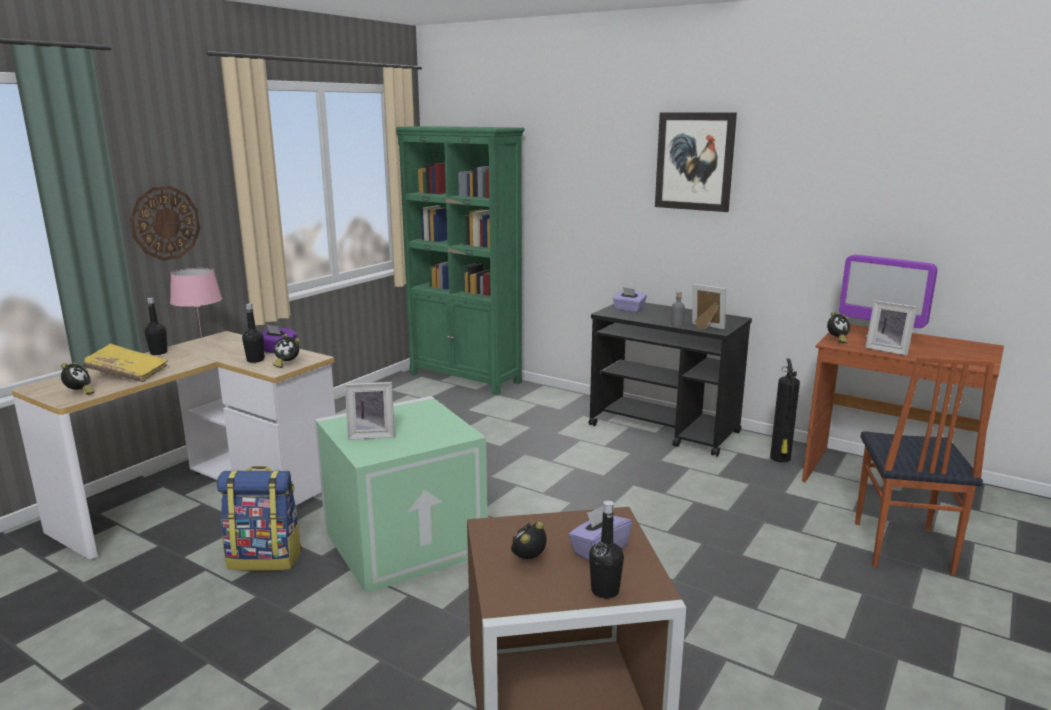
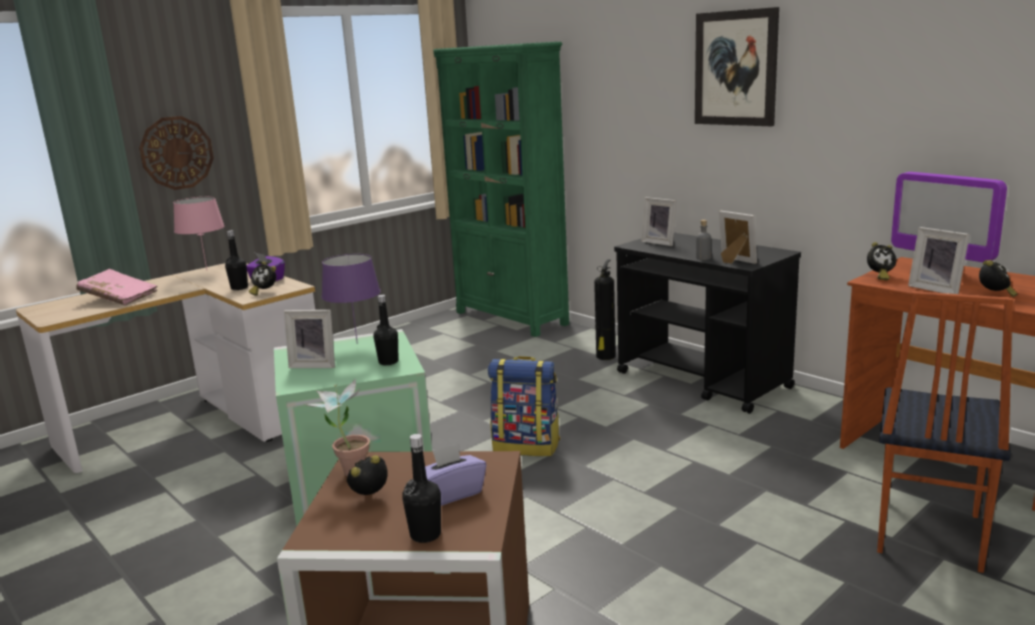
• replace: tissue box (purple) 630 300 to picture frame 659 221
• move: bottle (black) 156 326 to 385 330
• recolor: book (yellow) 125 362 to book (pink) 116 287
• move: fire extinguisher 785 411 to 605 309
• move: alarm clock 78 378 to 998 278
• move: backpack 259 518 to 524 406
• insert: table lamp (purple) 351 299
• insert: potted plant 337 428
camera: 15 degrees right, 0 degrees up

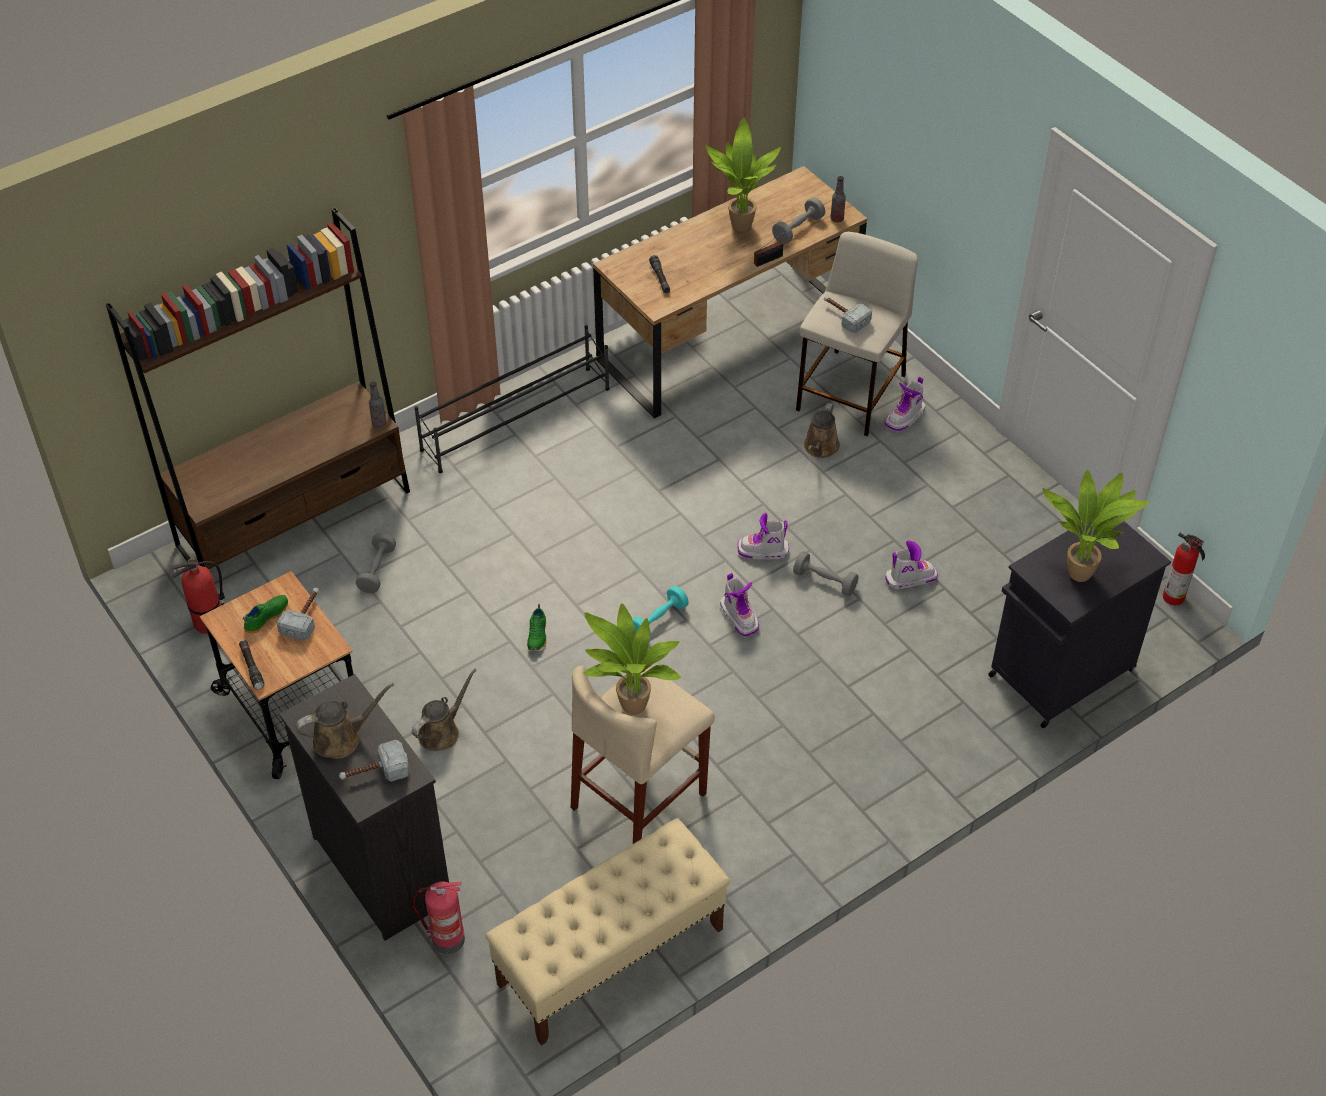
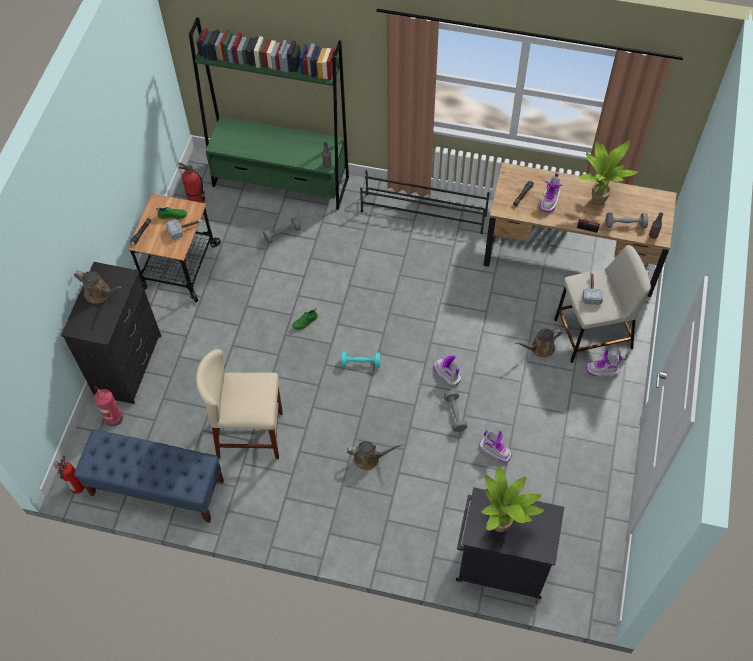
• recolor: bookcase (brown) 258 388 to bookcase (green) 269 113
• move: fire extinguisher 1184 569 to 69 474
• move: boot 739 604 to 551 193
• delete: potted plant 632 659
• move: watering can (brown) 444 709 to 375 455
• delete: hammer 374 760
• recolor: bench (beige) 607 932 to bench (blue) 149 476
camera: 50 degrees right, 10 degrees up

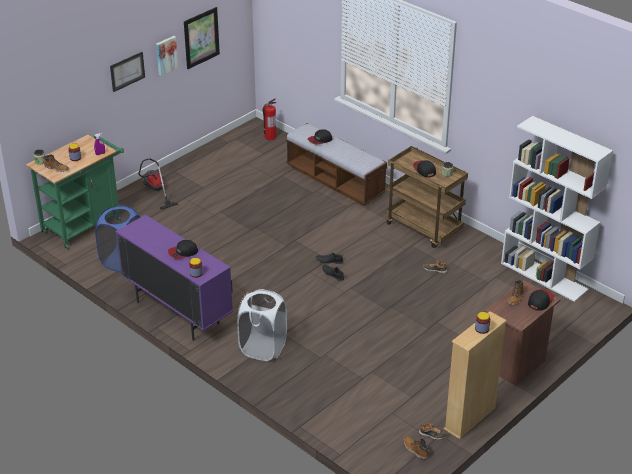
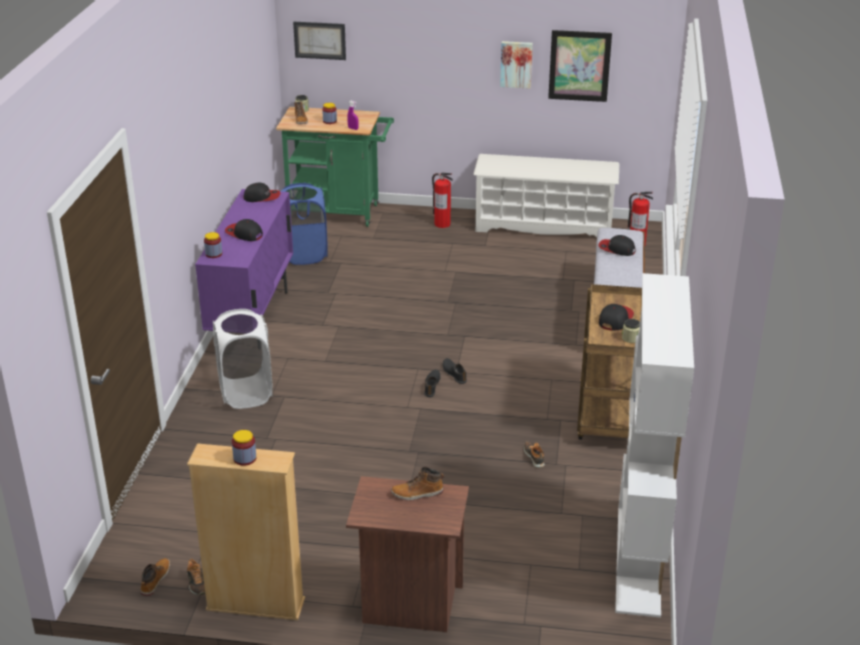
• move: picture 127 72 to 319 41
• replace: vacuum cleaner 158 184 to fire extinguisher 442 200
• move: cap 541 300 to 261 192
• insert: shoe rack (white) 546 195
camera: 55 degrees right, 5 degrees down

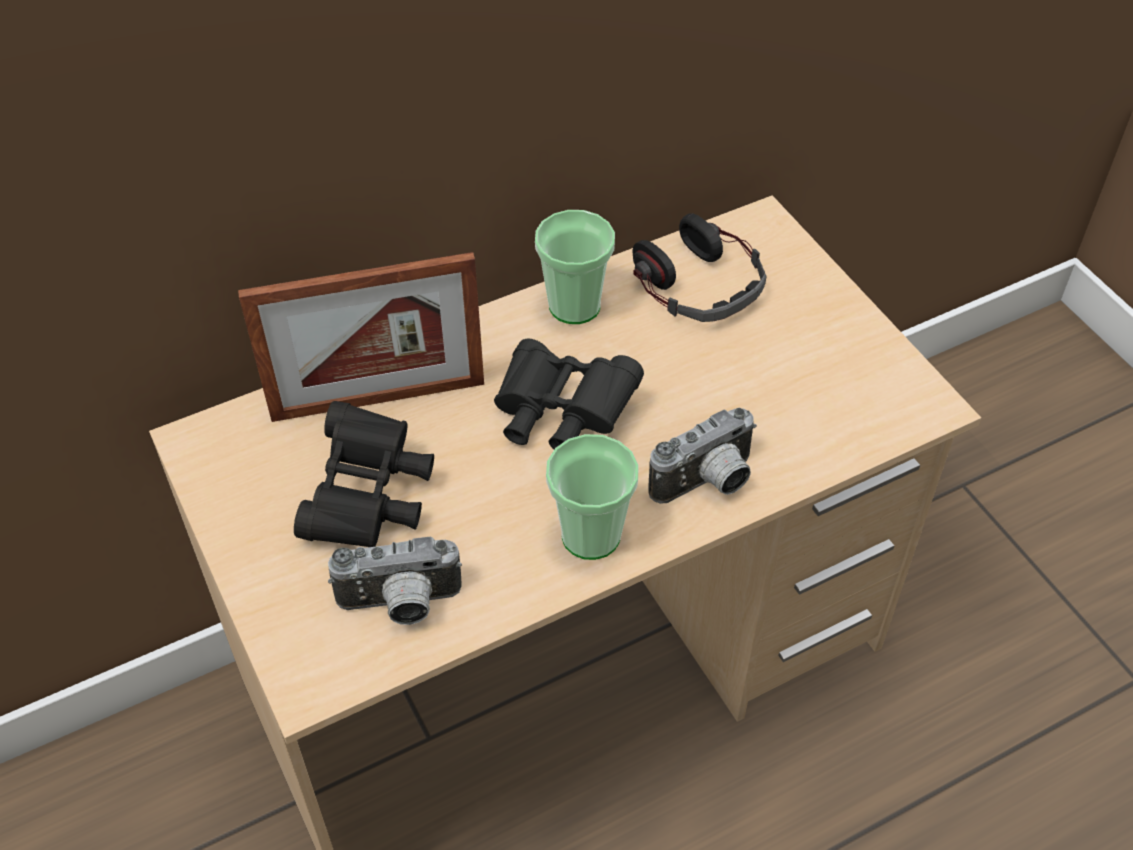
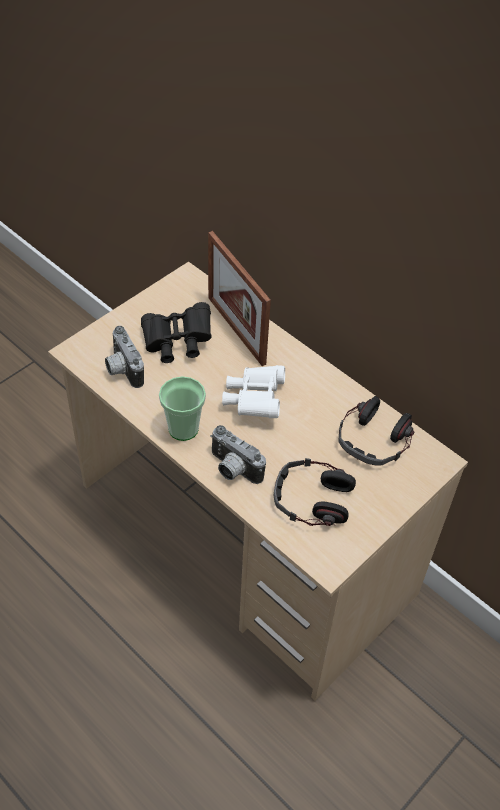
• delete: cup 575 267
• recolor: binoculars (black) 569 394 to binoculars (white) 253 391
• insert: headphones 315 492
camera: 70 degrees right, 0 degrees up

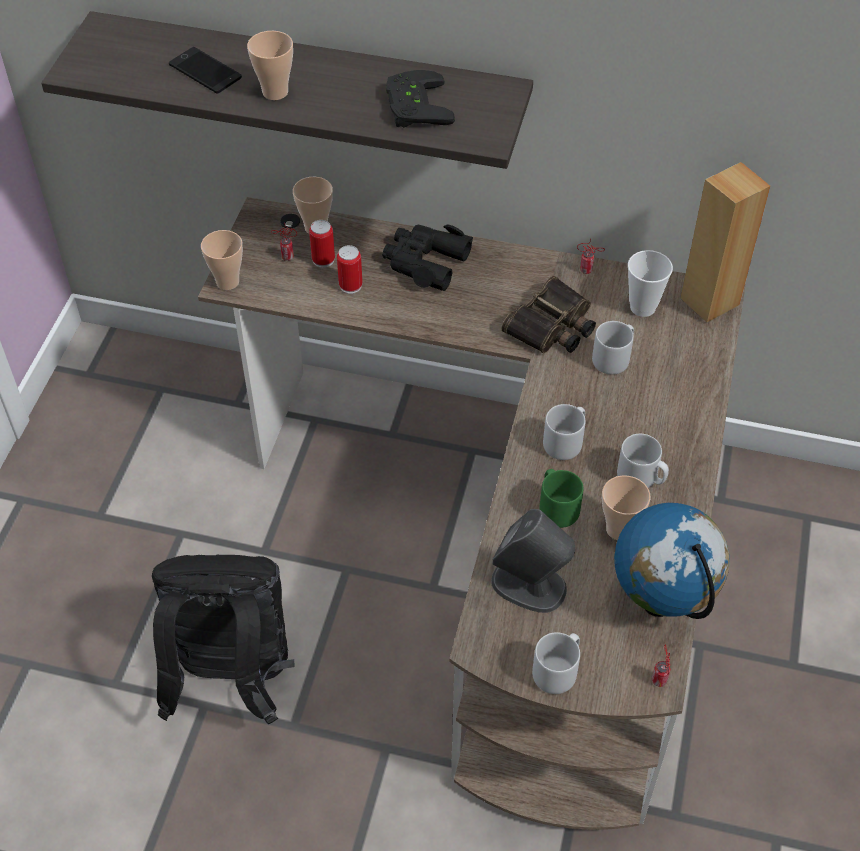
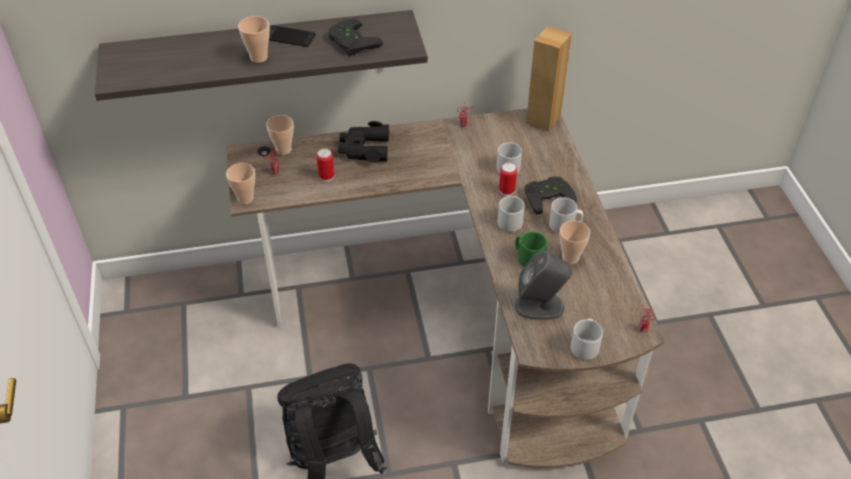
• move: phone 205 70 to 292 36
• move: can 322 244 to 508 179
• delete: cup 650 283
• delete: binoculars 548 314
• delete: globe 672 561
• insert: game controller (black) 551 196
camera: 25 degrees left, 5 degrees down

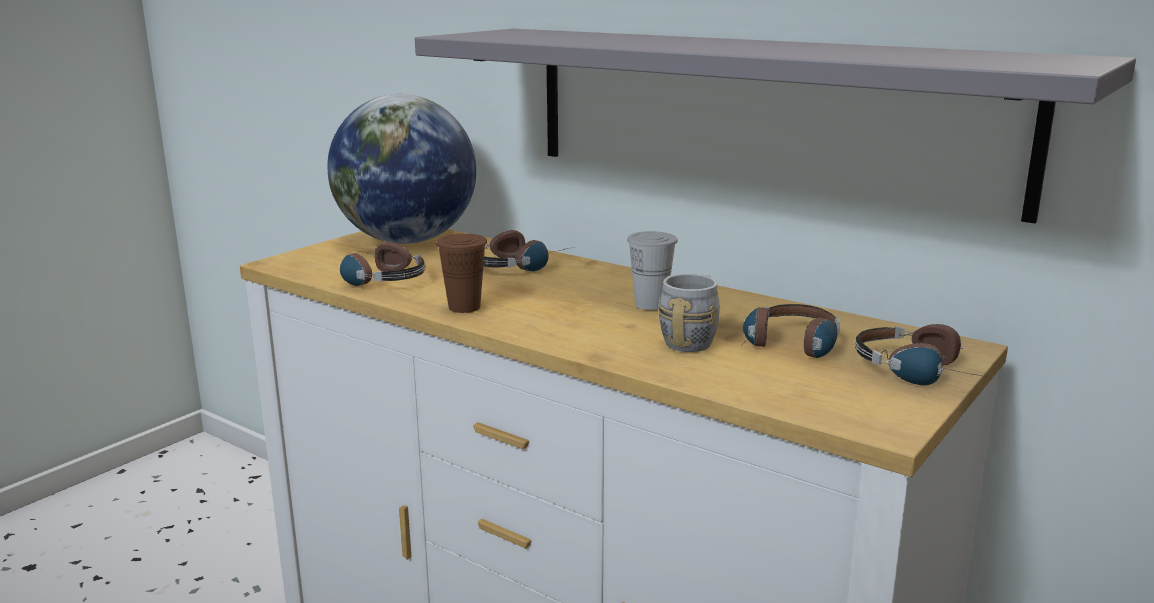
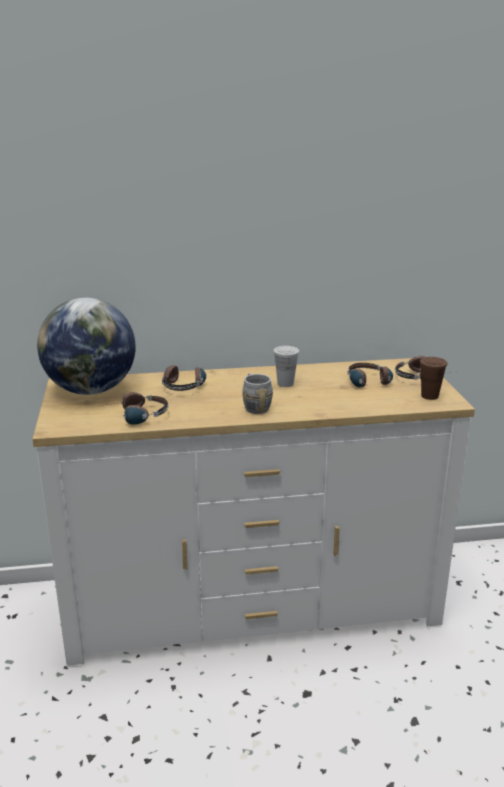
• delete: shelf (grey) 775 126
• move: cup (brown) 461 273 to 434 378
• move: mug (grey) 689 312 to 258 393
camera: 45 degrees left, 5 degrees up

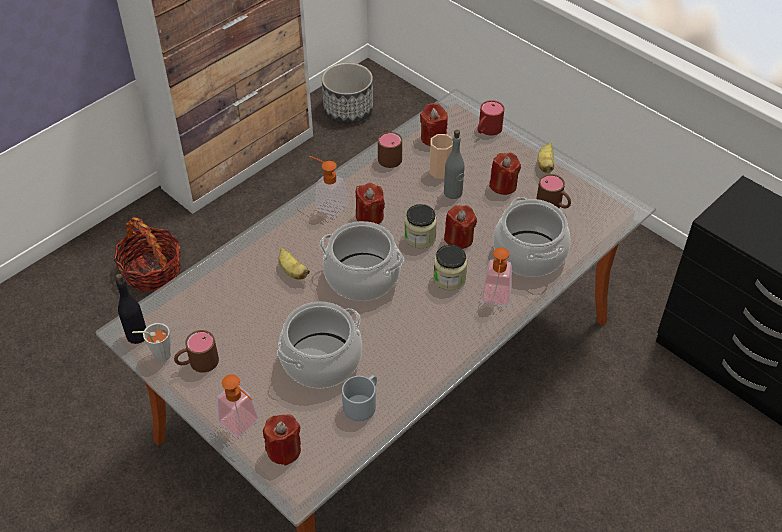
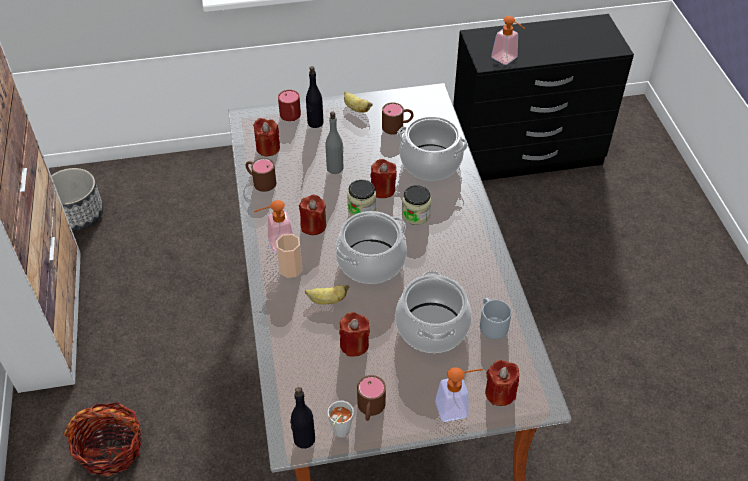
• move: cup 441 156 to 289 256
• move: candle (red) 505 174 to 354 334
• move: soap dispenser 497 276 to 508 40
• insert: bottle (black) 315 97
camera: 55 degrees left, 0 degrees up

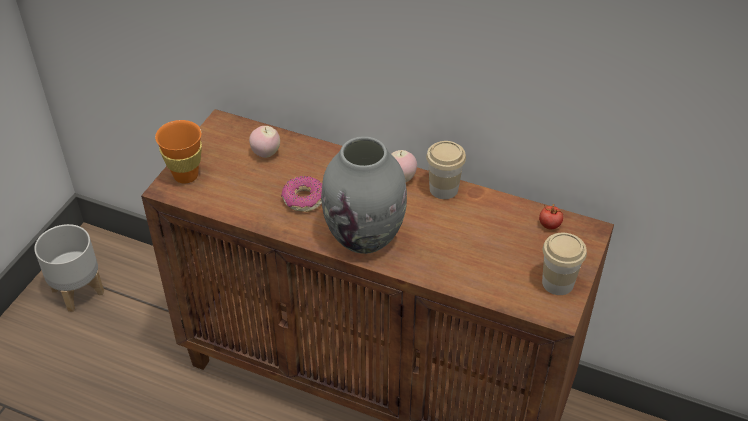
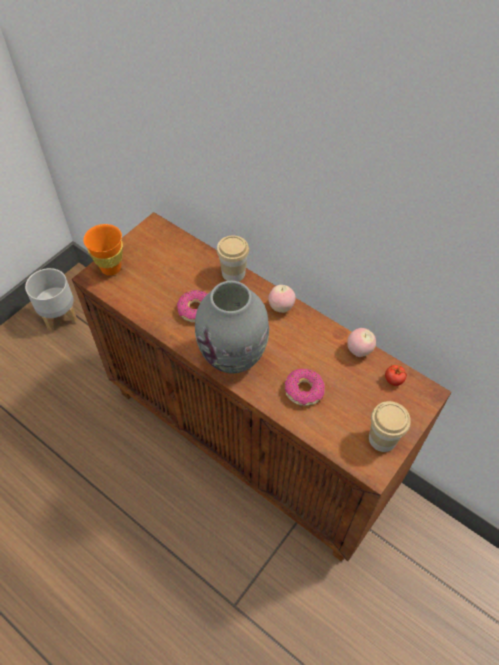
• move: apple 264 142 to 361 342
• move: cup 446 170 to 233 259
• insert: donut 305 387
camera: 15 degrees right, 10 degrees up

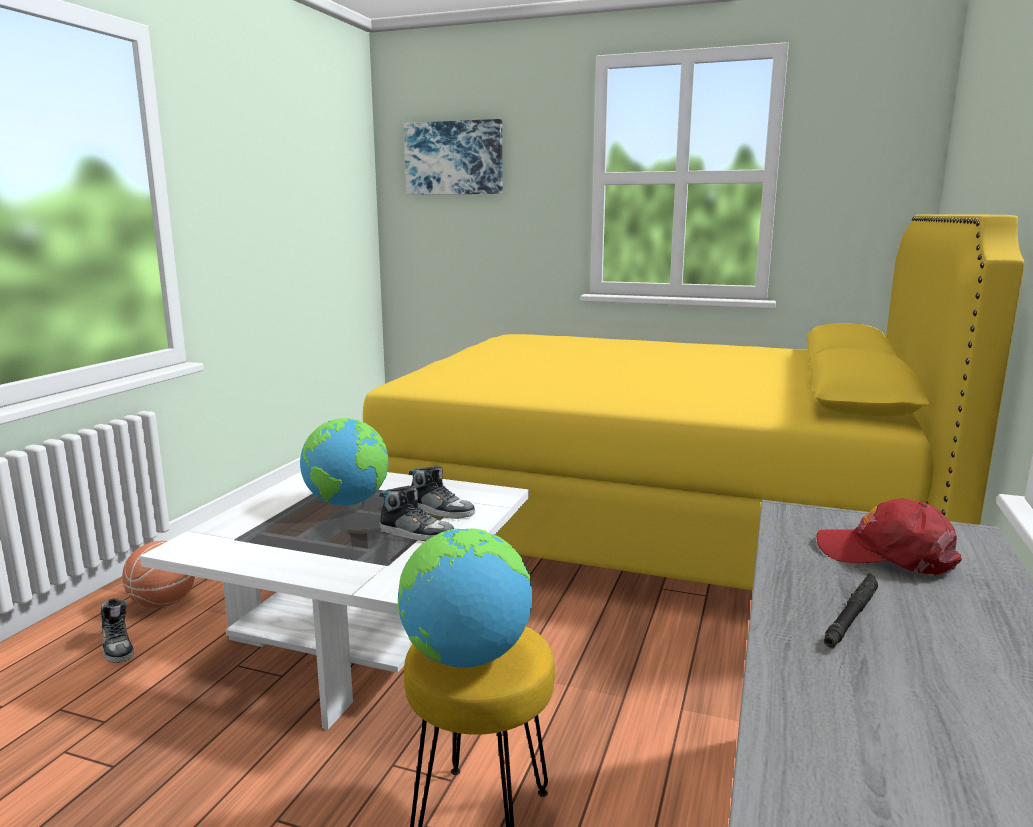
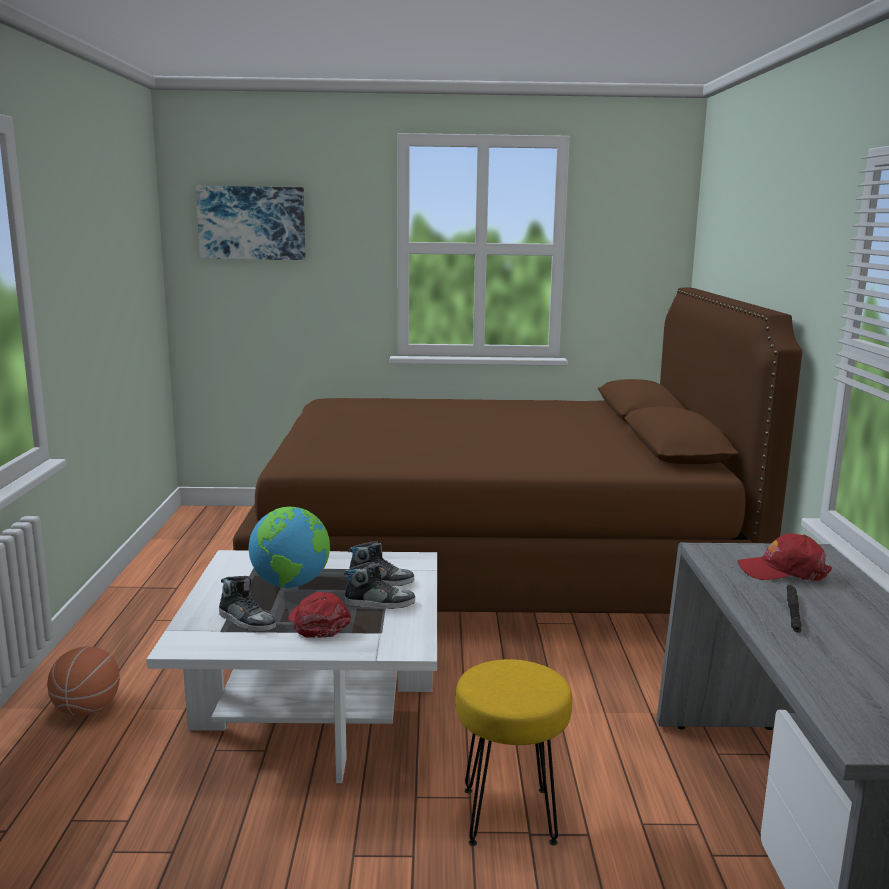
• recolor: bed (yellow) 693 402 to bed (brown) 517 451
• delete: globe 465 598
• move: shoe 117 630 to 247 604
• insert: cap (red) 320 615
camera: 20 degrees left, 0 degrees up

